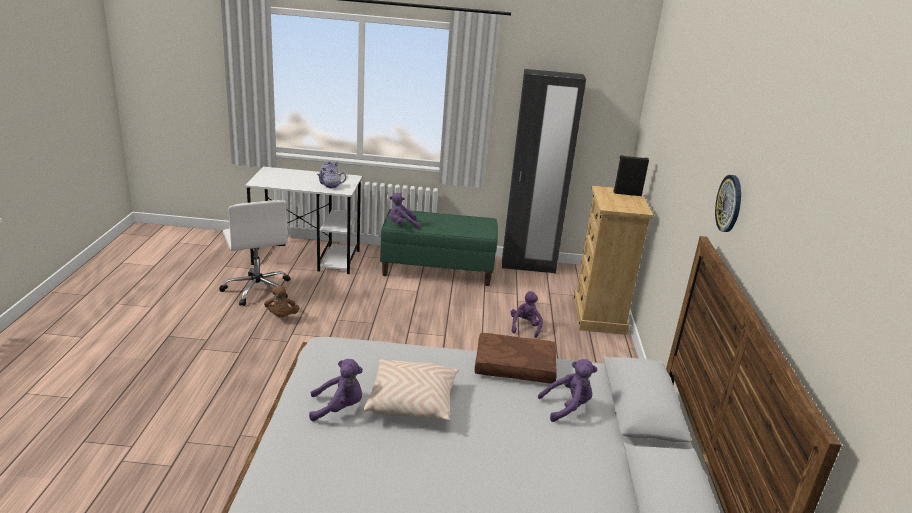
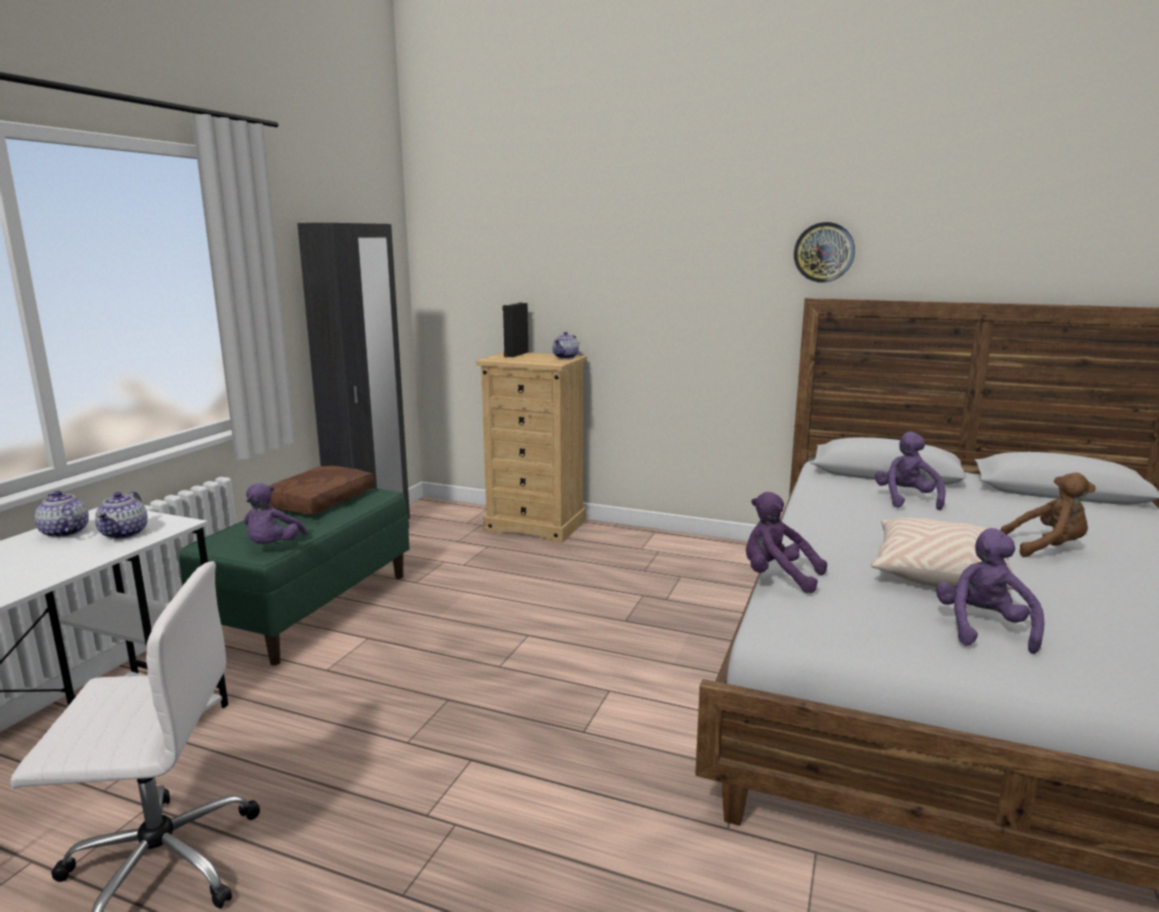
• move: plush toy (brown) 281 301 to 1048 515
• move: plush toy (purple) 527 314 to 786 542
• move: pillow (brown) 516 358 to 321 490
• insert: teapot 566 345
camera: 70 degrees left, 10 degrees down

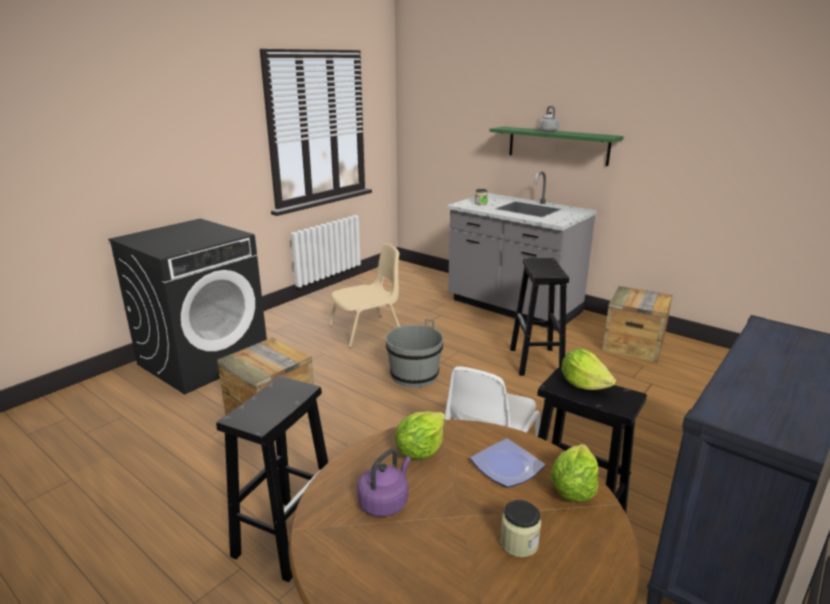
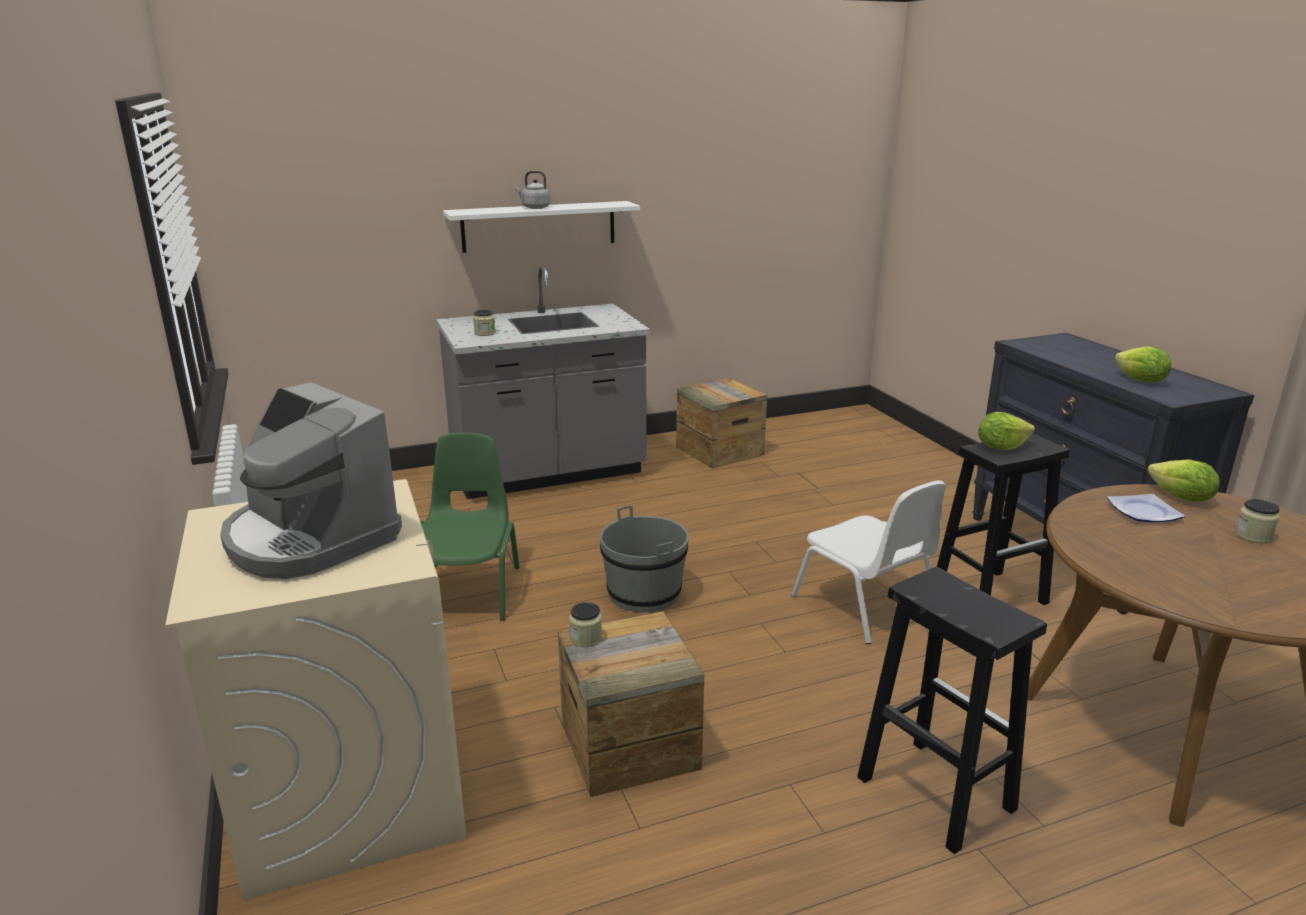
• recolor: shelf (green) 557 146 to shelf (white) 541 227
• recolor: washing machine (black) 187 306 to washing machine (beige) 315 690
• recolor: chair (beige) 364 295 to chair (green) 470 526
• delete: stool (black) 539 317
• move: lettuce 420 435 to 1143 364
• delete: kettle (purple) 384 483
• insert: coffee machine 311 480
• insert: jar 585 624
camera: 60 degrees left, 0 degrees up

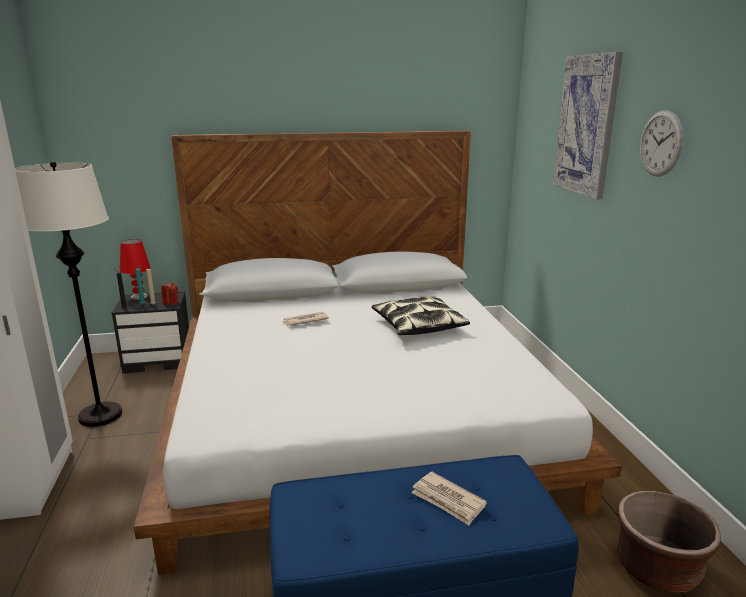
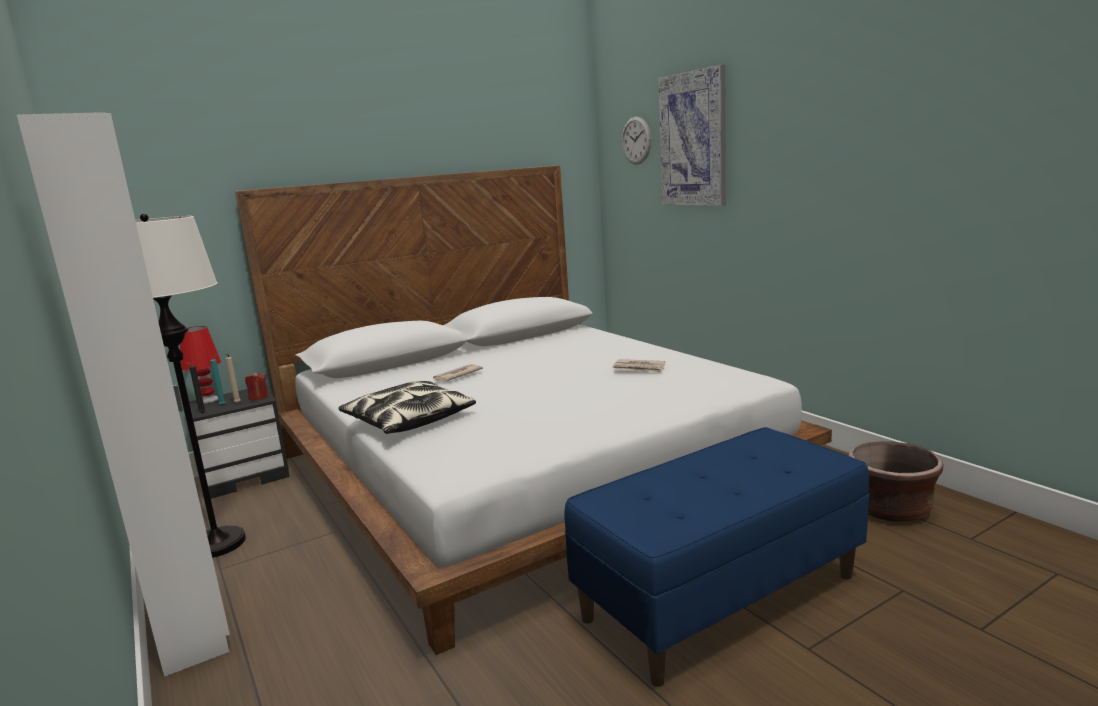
• move: wall clock 662 143 to 636 141
• move: pillow 421 315 to 407 407
• move: newspaper 449 498 to 639 366
camera: 20 degrees left, 5 degrees down

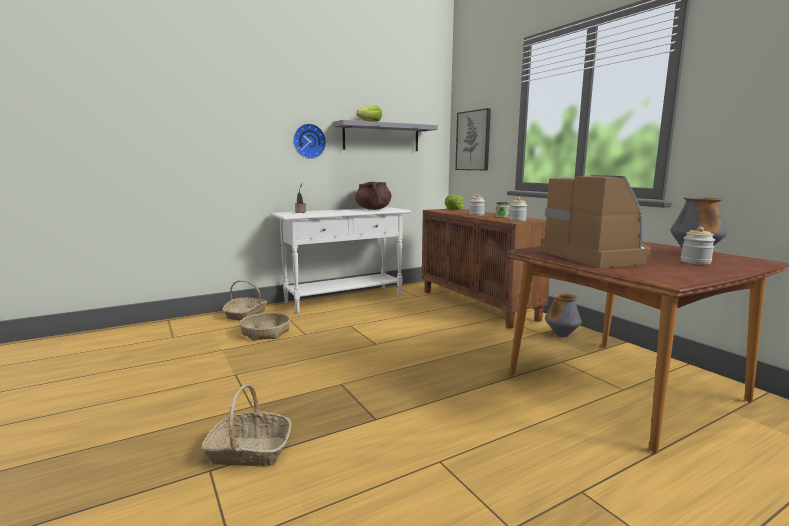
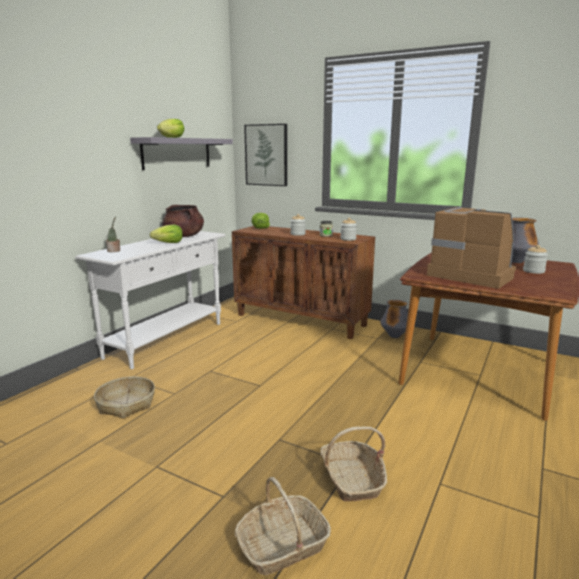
• delete: wall clock 309 141
• move: basket 244 300 to 353 464
• insert: lettuce 166 233
camera: 30 degrees left, 5 degrees up

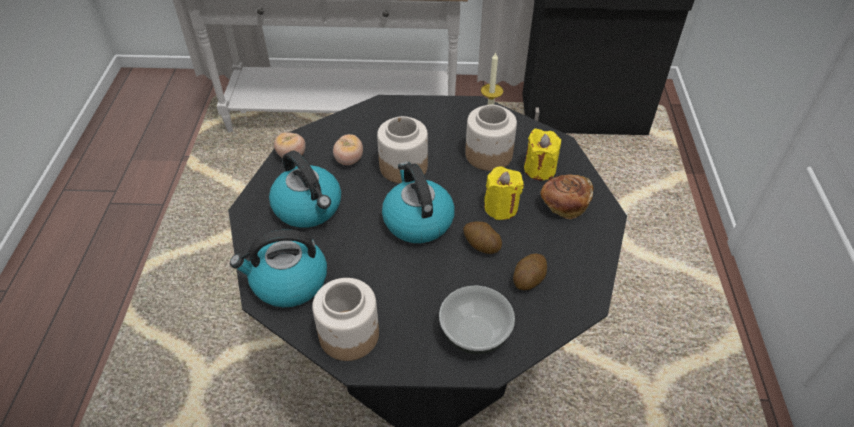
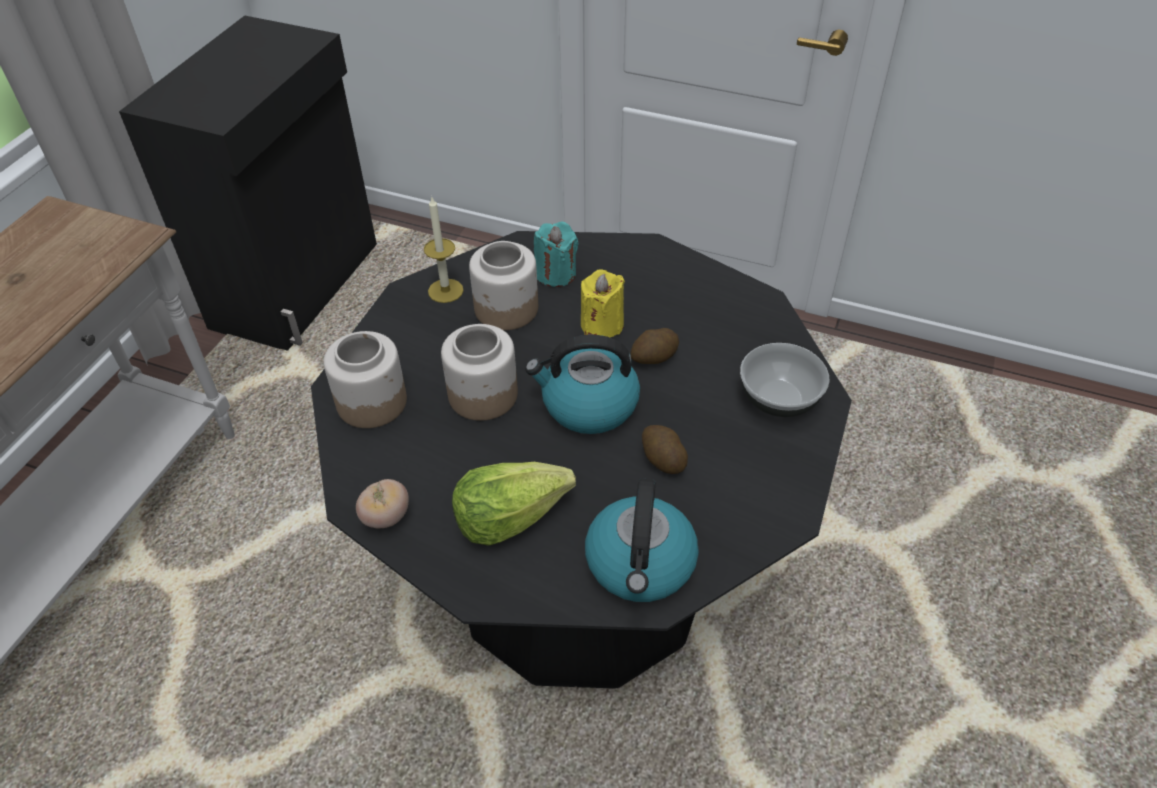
• recolor: candle (yellow) 542 154 to candle (turquoise) 556 254
• delete: tomato 348 149
• replace: kettle 305 189 to lettuce 514 504
• delete: bread 566 196
• move: potato 530 272 to 665 449
• move: jar 345 319 to 365 379
camera: 70 degrees left, 0 degrees up

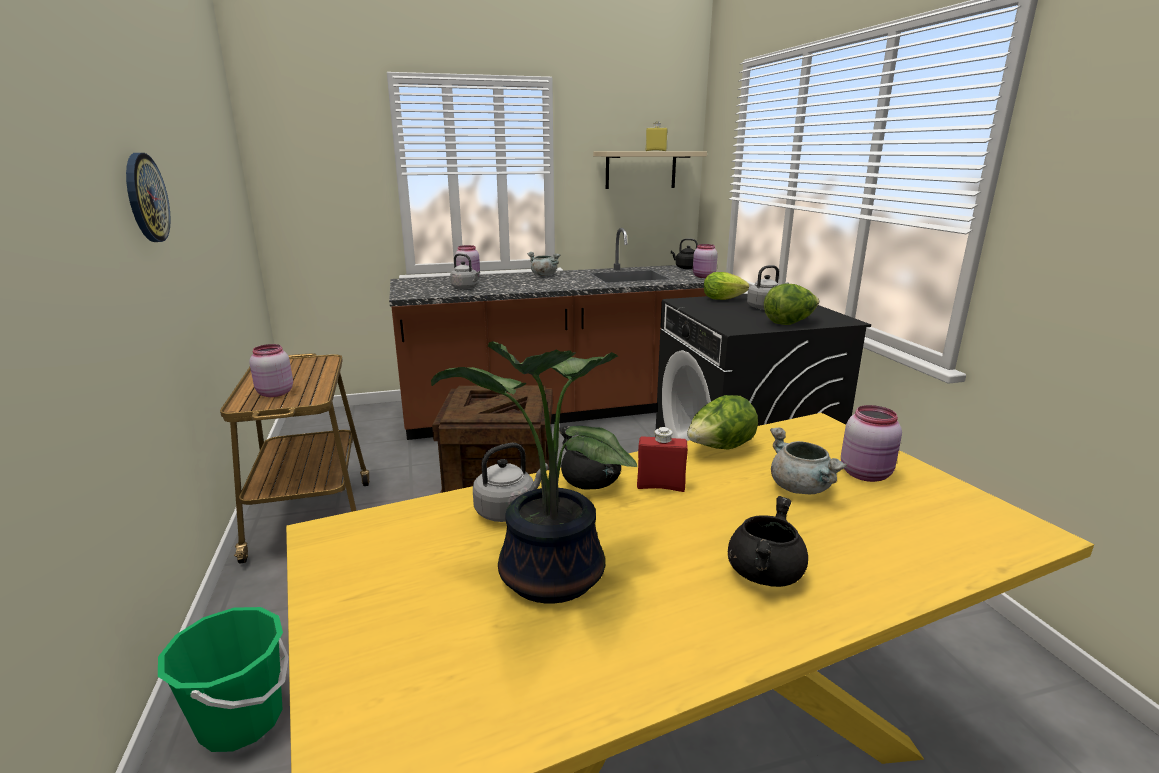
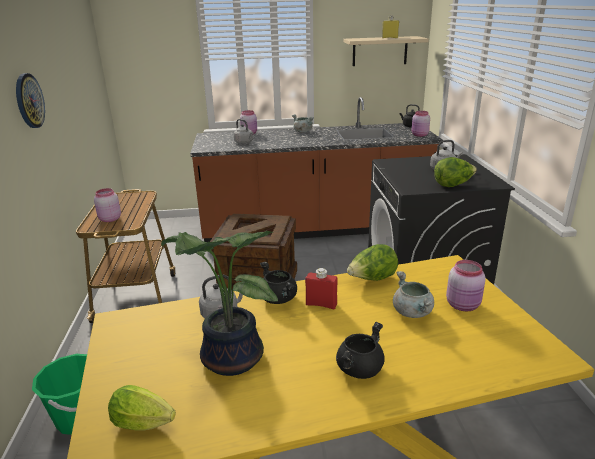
• move: lettuce 726 286 to 142 407
camera: 10 degrees right, 5 degrees up

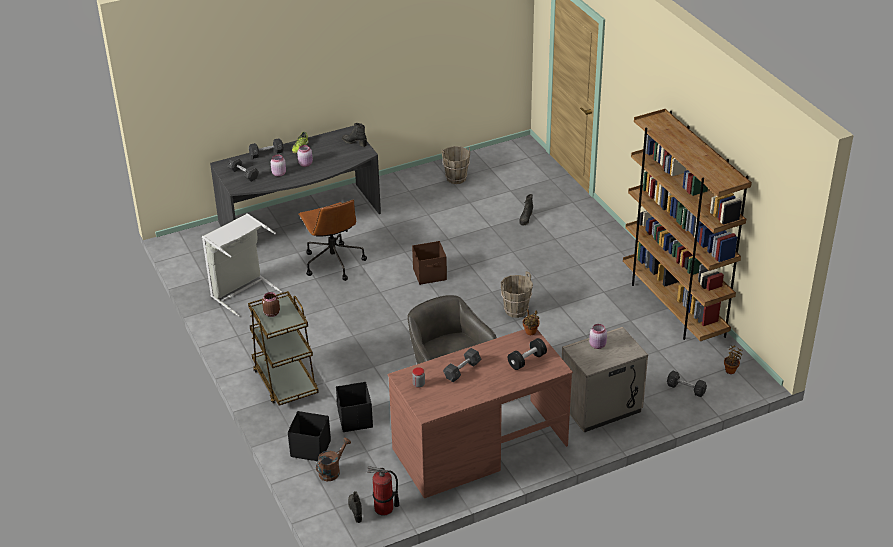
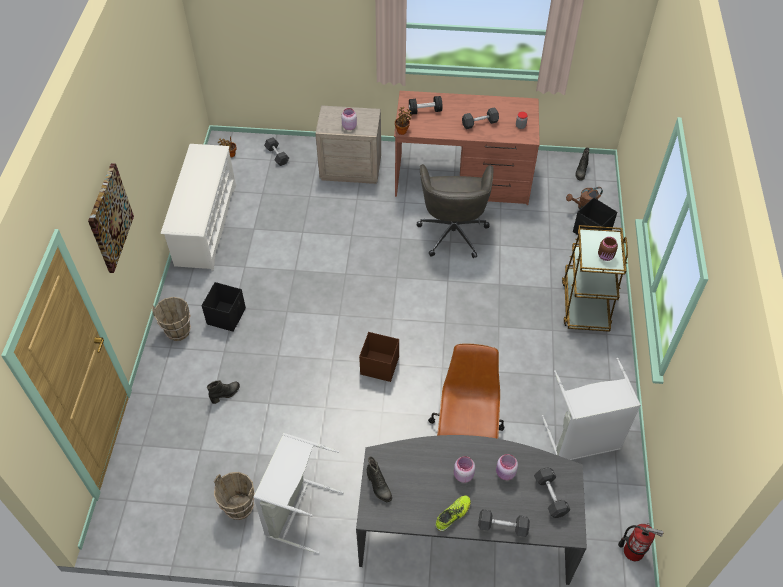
• replace: bookcase (brown) 687 225 to shoe rack (white) 198 207
• move: bucket (brown) 517 294 to 171 319
• move: storage box (black) 354 407 to 223 307
• move: fire extinguisher 383 491 to 641 542
• insert: picture 111 218
• insert: laundry basket (grey) 298 493
camera: 150 degrees left, 15 degrees up

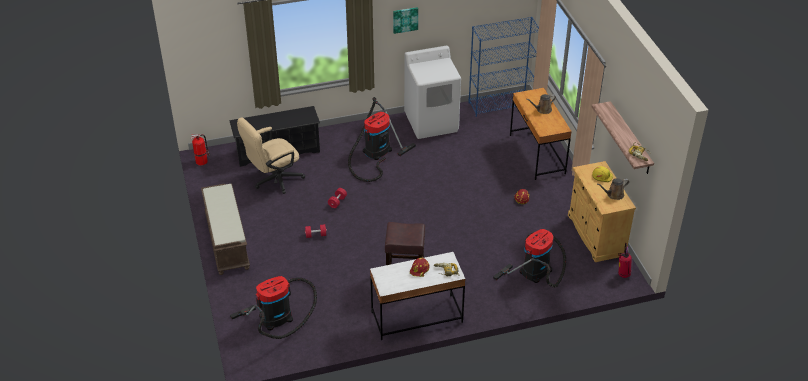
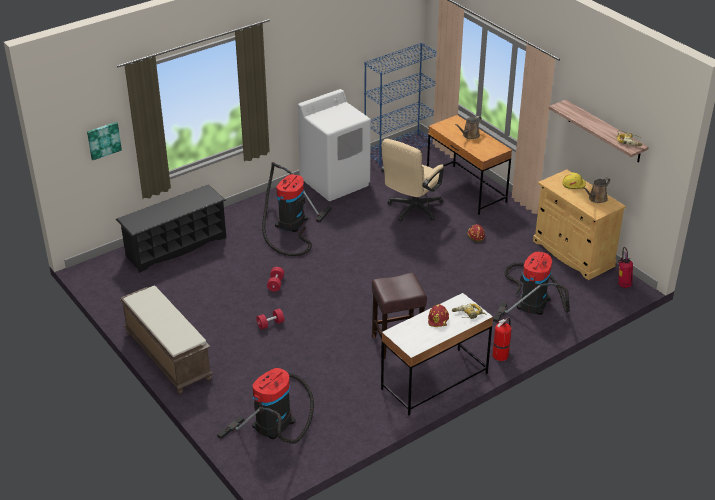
• move: picture 405 20 to 104 141
• move: office chair (beige) 271 155 to 412 180
• move: fire extinguisher 200 150 to 502 339
camera: 20 degrees left, 5 degrees down

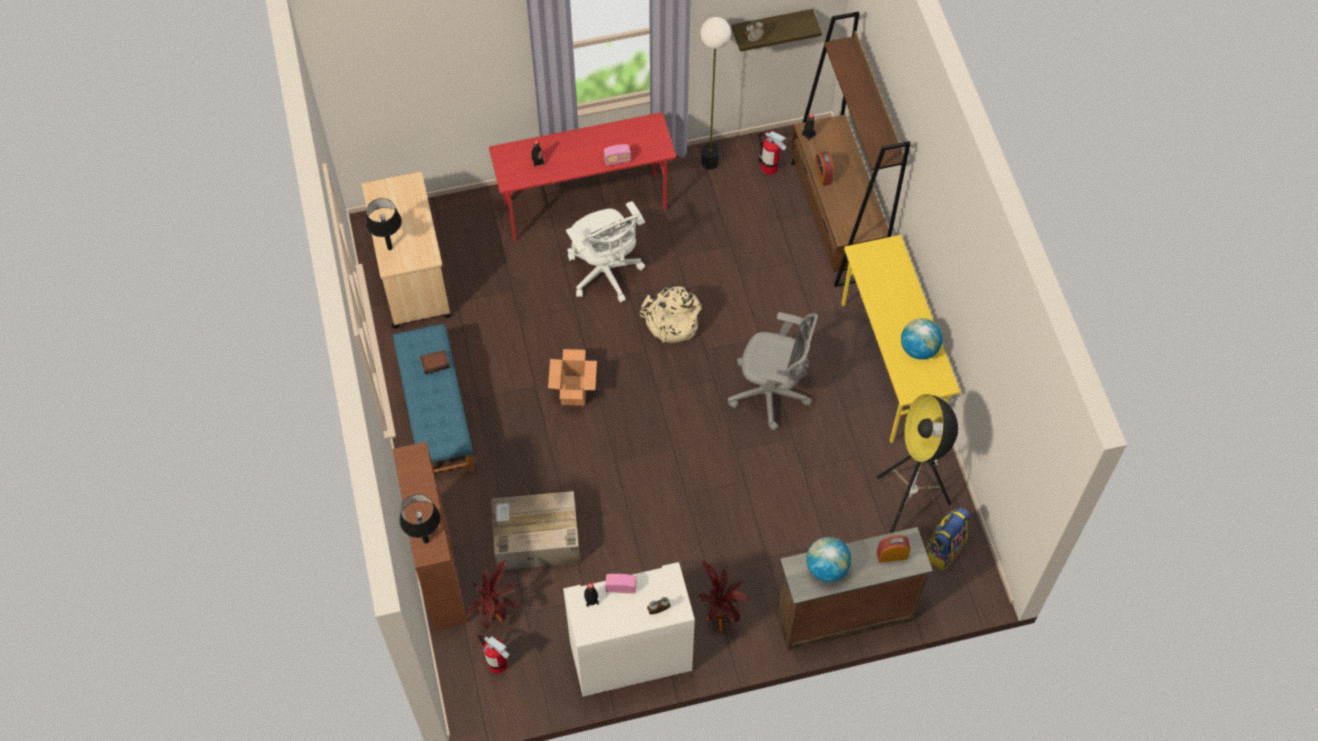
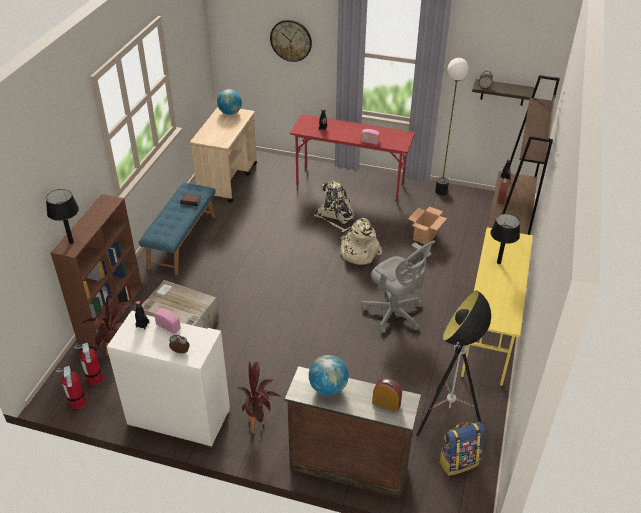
• move: fire extinguisher 772 153 to 70 387
• move: table lamp (black) 384 224 to 505 239
• replace: office chair (white) 605 252 to backpack (beige) 334 206
• move: globe 922 339 to 229 102
• move: cardboard box 572 377 to 427 225
• insert: wall clock 291 41
camera: 30 degrees right, 20 degrees down

